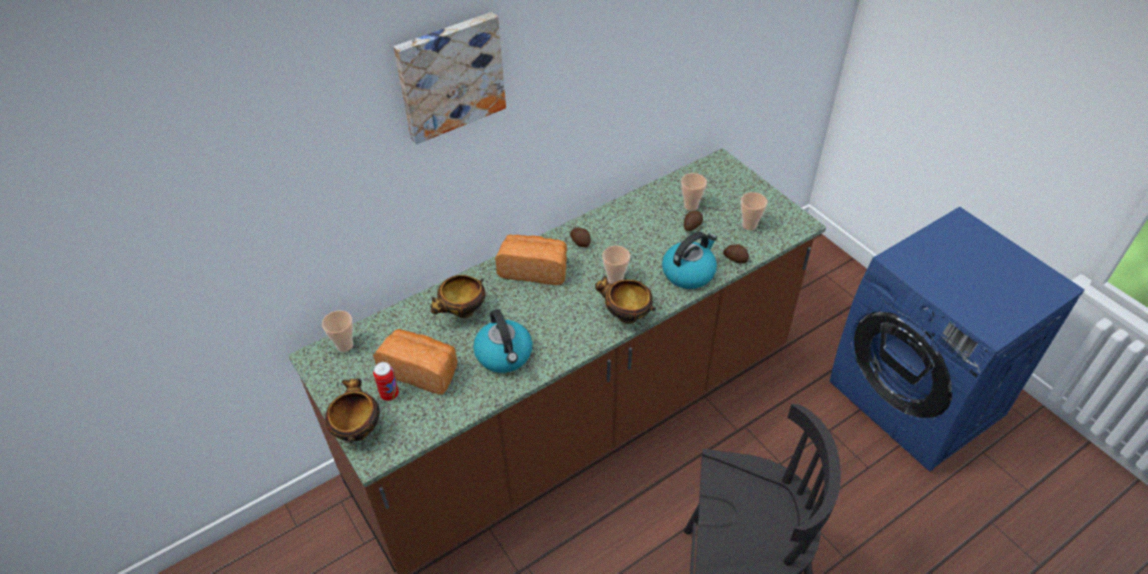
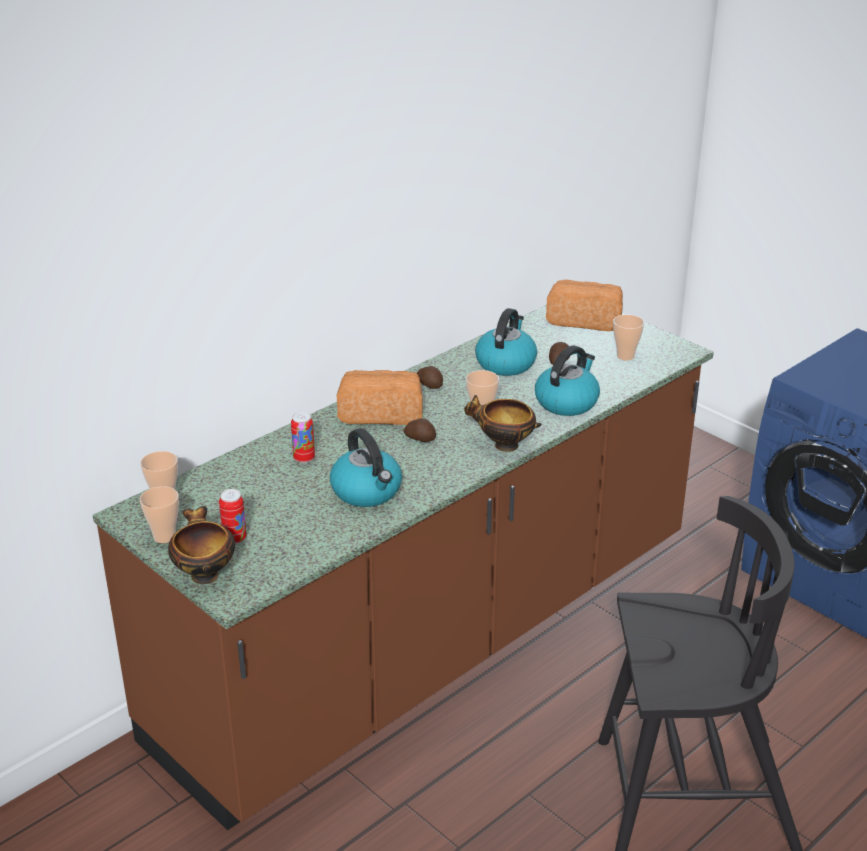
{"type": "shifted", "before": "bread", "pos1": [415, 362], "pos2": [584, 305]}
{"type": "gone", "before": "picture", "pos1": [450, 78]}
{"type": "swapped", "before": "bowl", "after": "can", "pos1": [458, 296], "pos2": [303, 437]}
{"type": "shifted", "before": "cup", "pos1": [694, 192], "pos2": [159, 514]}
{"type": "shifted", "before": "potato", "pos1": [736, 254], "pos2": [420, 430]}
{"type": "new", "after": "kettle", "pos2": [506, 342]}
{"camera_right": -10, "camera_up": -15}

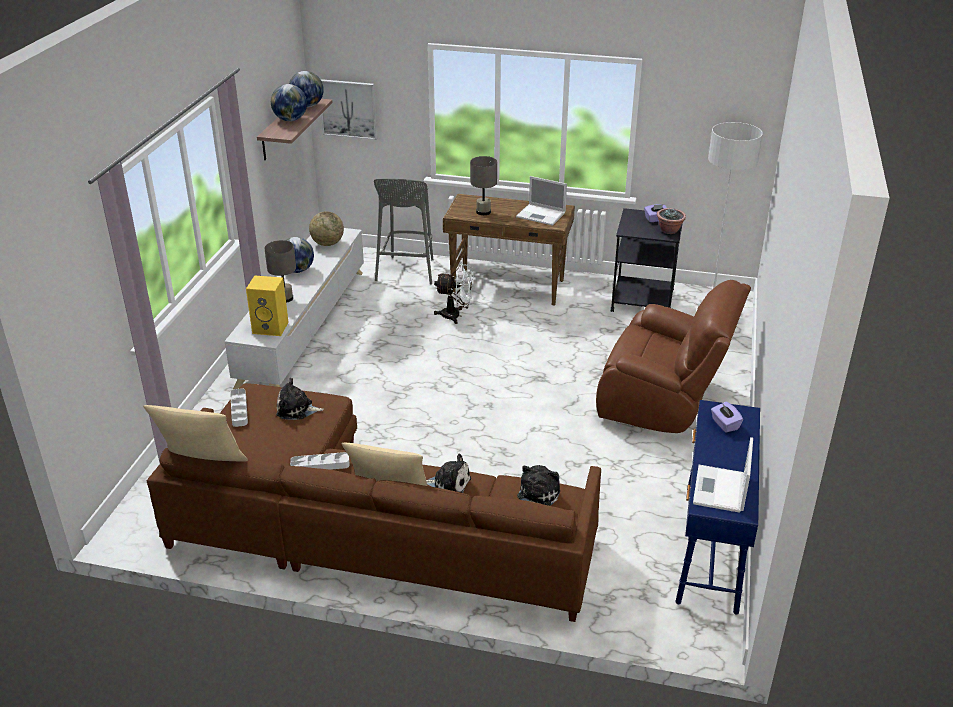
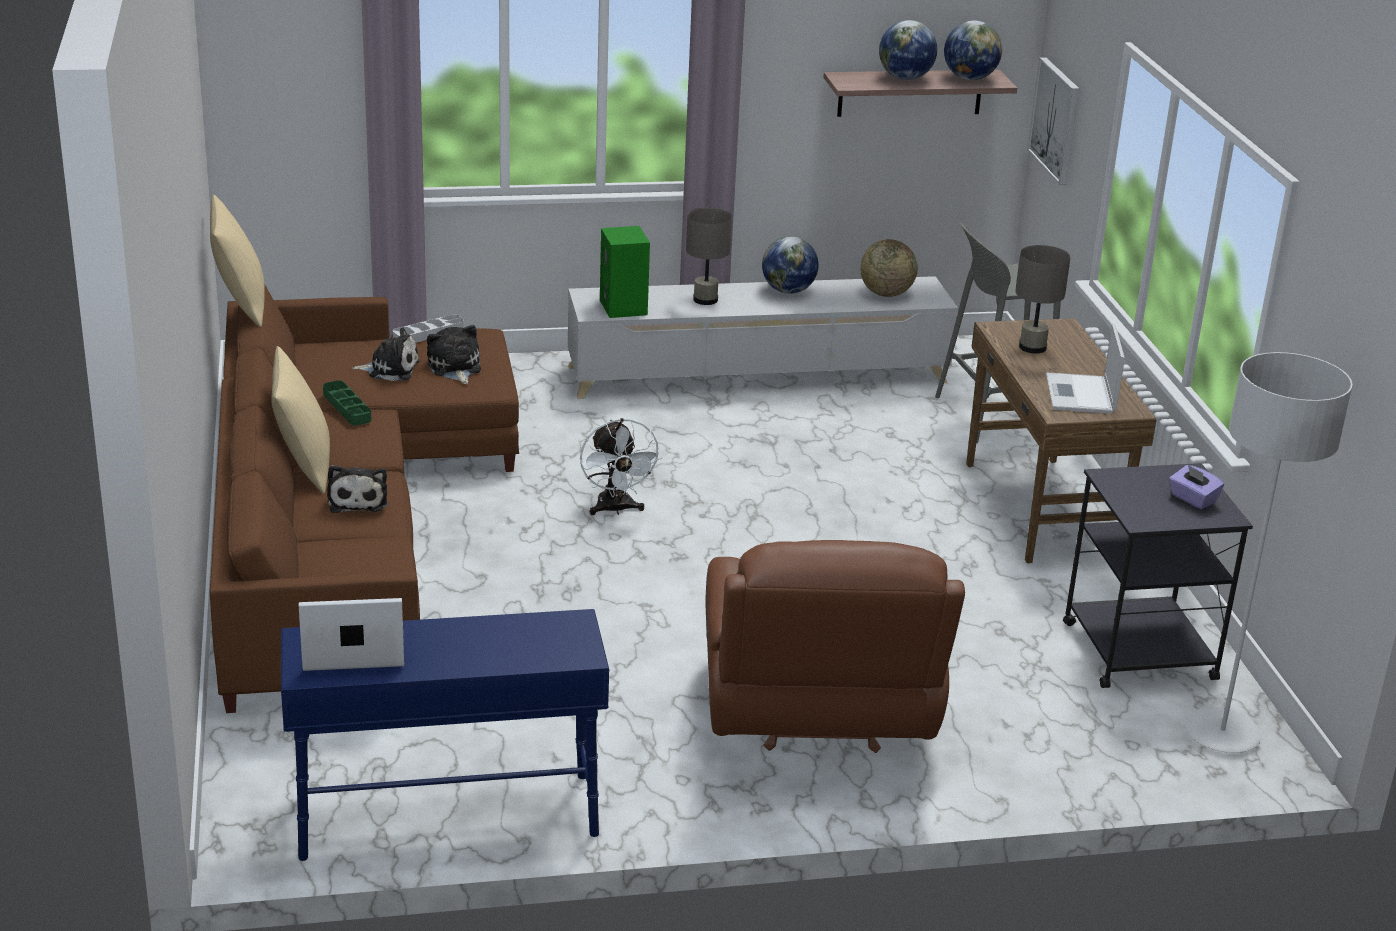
{"type": "repainted", "before": "speaker in yellow", "after": "speaker in green", "pos1": [267, 306], "pos2": [625, 272]}
{"type": "repainted", "before": "tray in grey", "after": "tray in green", "pos1": [320, 461], "pos2": [347, 402]}
{"type": "shifted", "before": "fan in white", "pos1": [454, 293], "pos2": [621, 466]}
{"type": "shifted", "before": "plush toy", "pos1": [538, 485], "pos2": [385, 354]}
{"type": "gone", "before": "potted plant", "pos1": [671, 221]}
{"type": "gone", "before": "tissue box in purple", "pos1": [727, 417]}
{"camera_right": 65, "camera_up": -5}

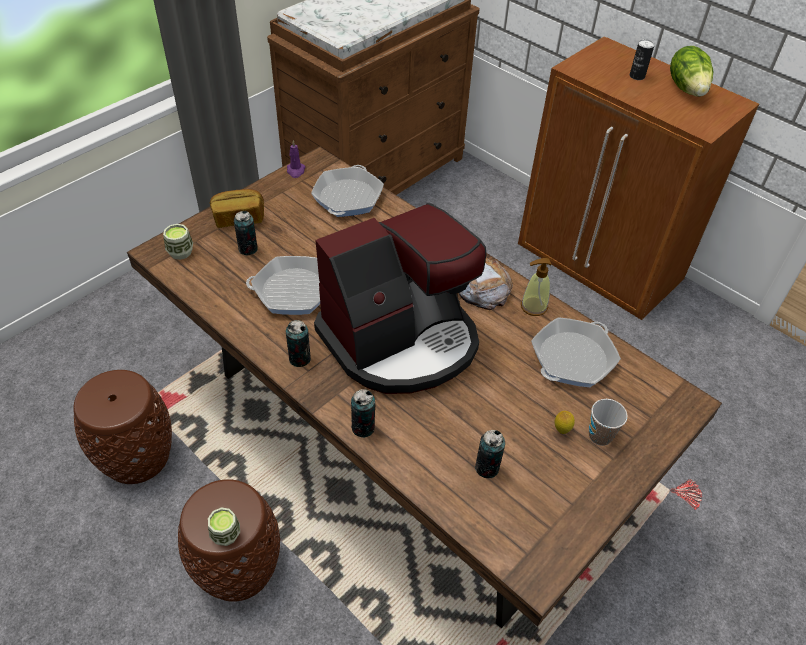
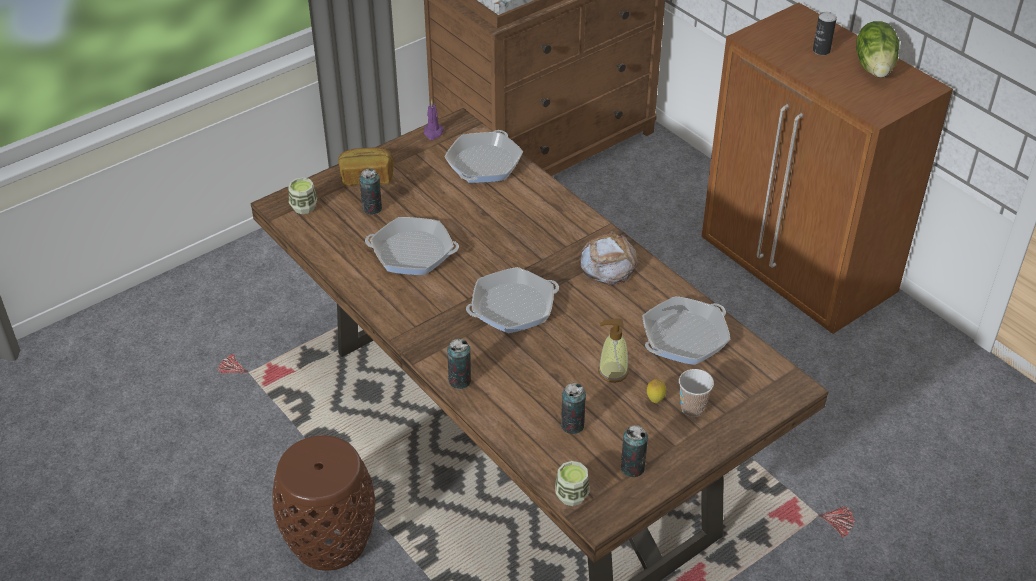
{"type": "gone", "before": "stool in brown", "pos1": [123, 427]}
{"type": "shifted", "before": "cup", "pos1": [224, 527], "pos2": [572, 483]}
{"type": "shifted", "before": "can", "pos1": [298, 343], "pos2": [634, 451]}
{"type": "swapped", "before": "coffee machine", "after": "frying pan", "pos1": [400, 298], "pos2": [512, 300]}
{"type": "shifted", "before": "soap dispenser", "pos1": [536, 287], "pos2": [613, 351]}
{"camera_right": 10, "camera_up": -5}

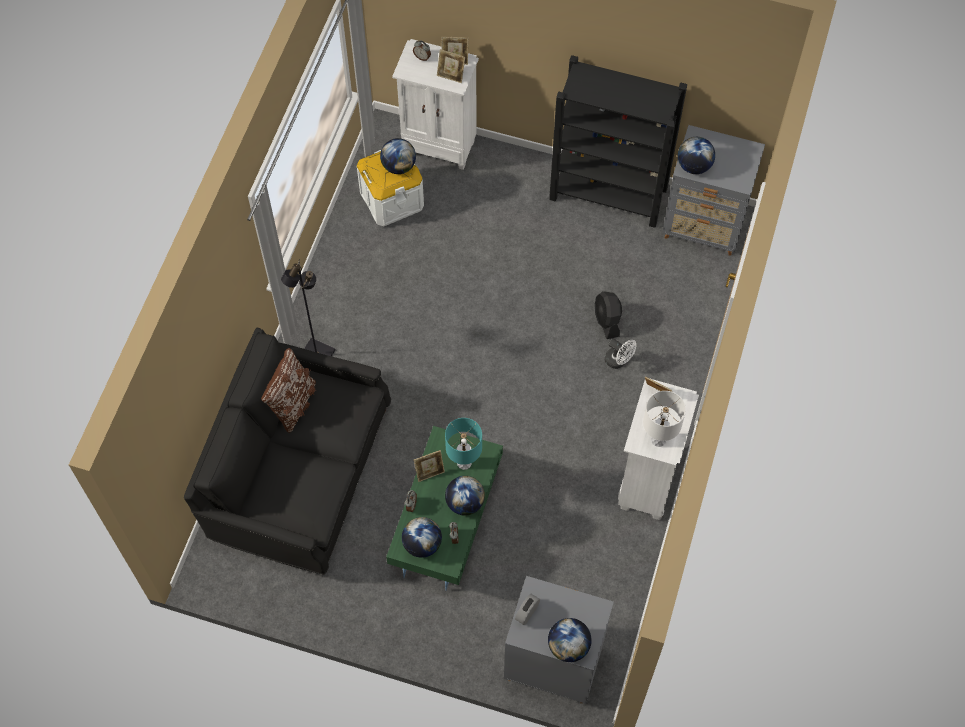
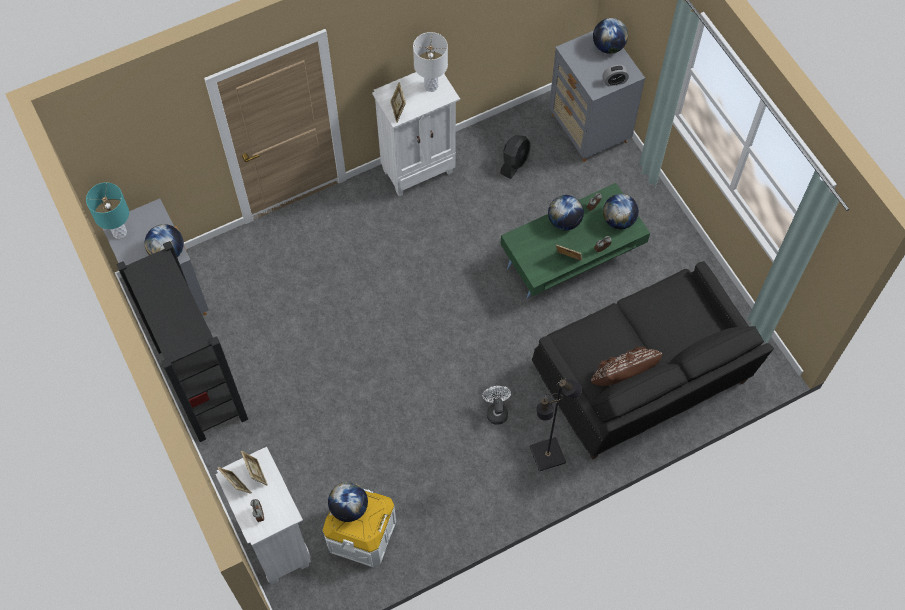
{"type": "shifted", "before": "table lamp in turquoise", "pos1": [463, 444], "pos2": [107, 210]}
{"type": "shifted", "before": "fan in black", "pos1": [608, 315], "pos2": [515, 157]}
{"type": "shifted", "before": "fan in white", "pos1": [620, 354], "pos2": [496, 405]}
{"camera_right": -135, "camera_up": 0}

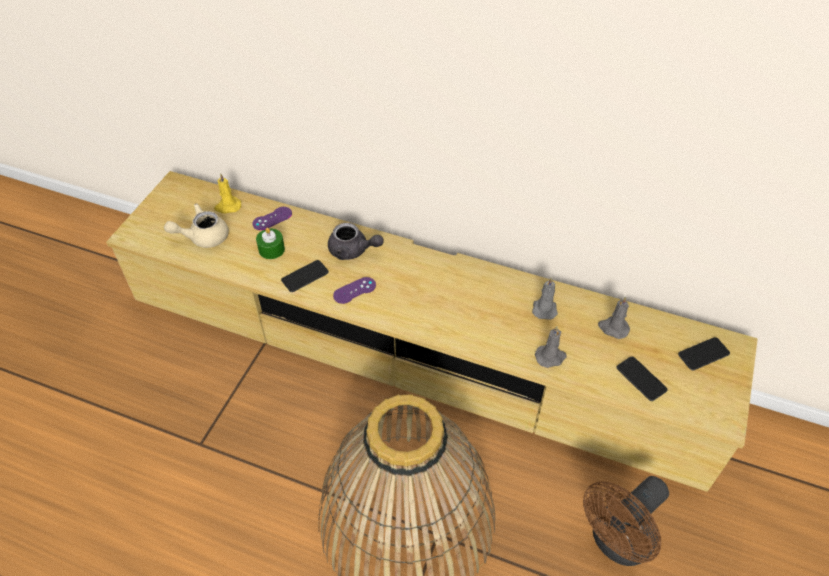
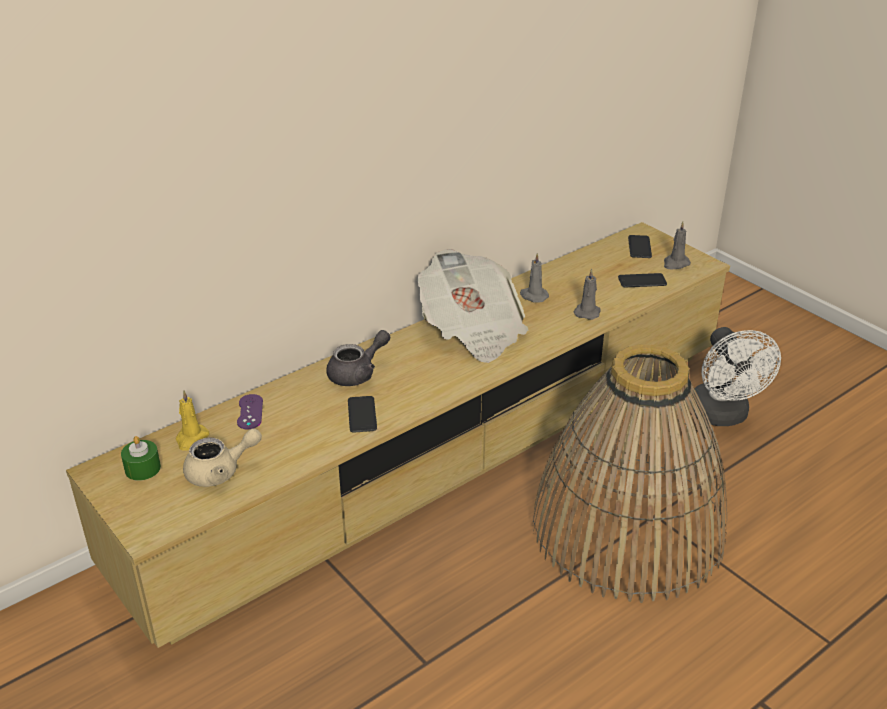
{"type": "rotated", "before": "teapot in beige", "pos1": [196, 225], "pos2": [222, 457], "turn": -120}
{"type": "shifted", "before": "candle in green", "pos1": [270, 243], "pos2": [141, 458]}
{"type": "gone", "before": "game controller in purple", "pos1": [354, 290]}
{"type": "repainted", "before": "fan in brown", "after": "fan in white", "pos1": [626, 521], "pos2": [737, 376]}
{"type": "shifted", "before": "candle in grey", "pos1": [614, 317], "pos2": [677, 245]}
{"type": "new", "after": "newspaper", "pos2": [472, 306]}
{"camera_right": -60, "camera_up": -15}

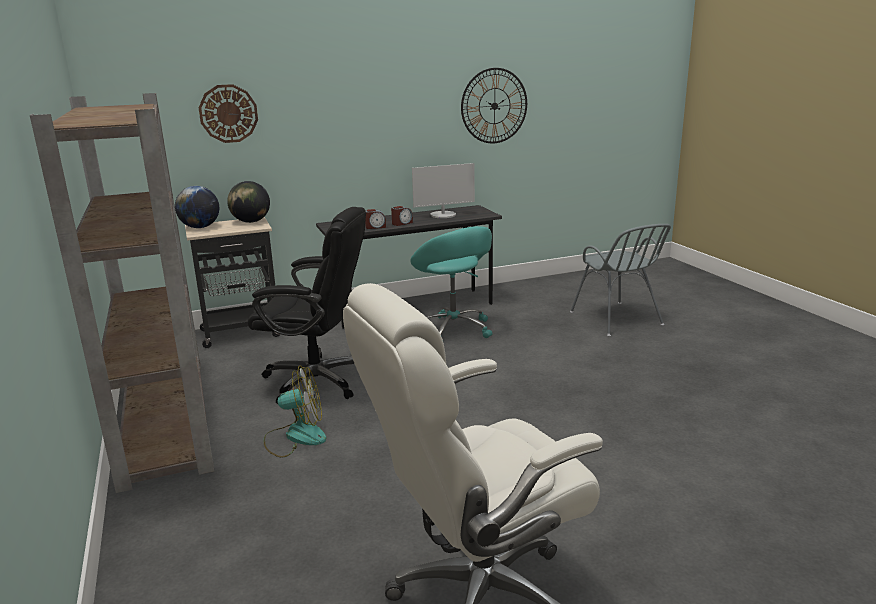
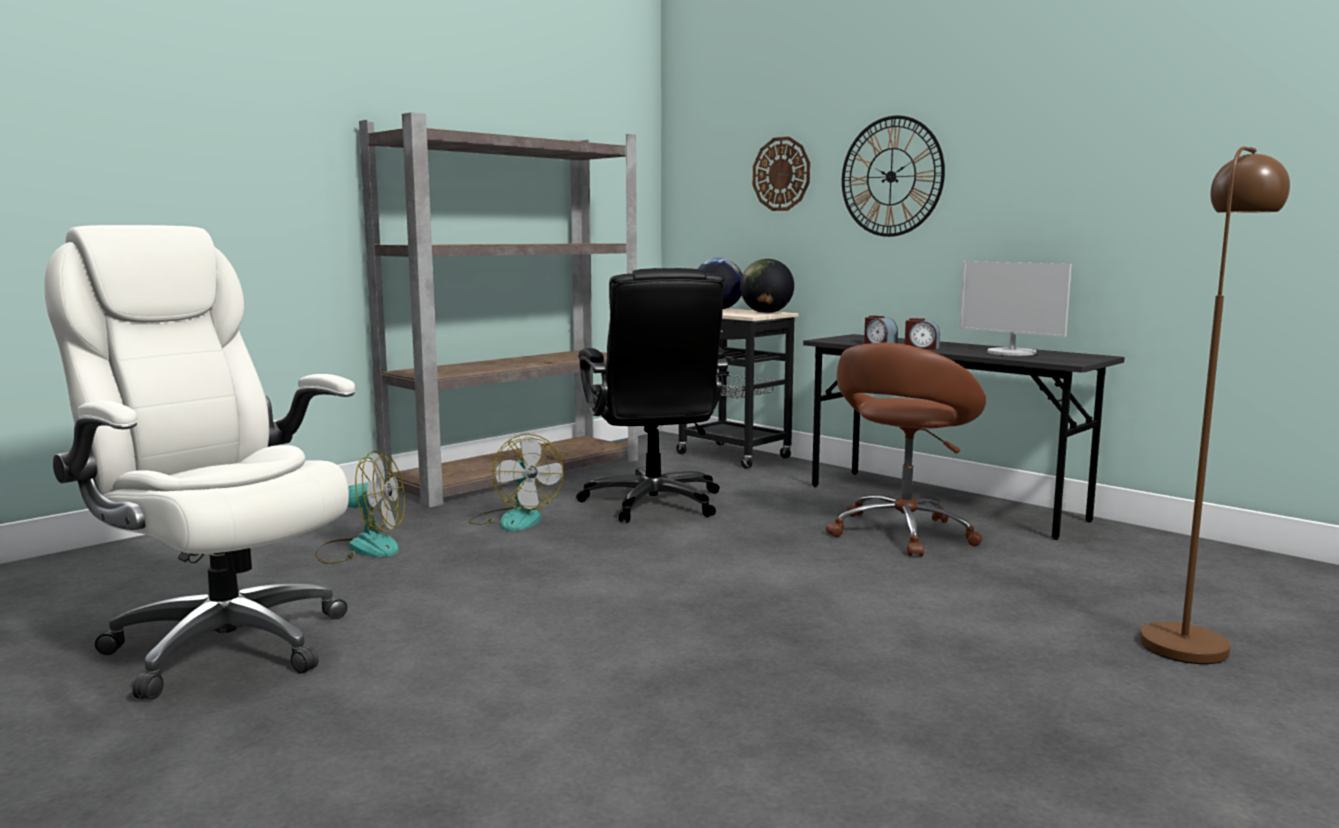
{"type": "repainted", "before": "office chair in turquoise", "after": "office chair in brown", "pos1": [451, 282], "pos2": [906, 449]}
{"type": "shifted", "before": "wall clock", "pos1": [494, 106], "pos2": [893, 176]}
{"type": "swapped", "before": "chair in grey", "after": "floor lamp in brown", "pos1": [620, 280], "pos2": [1215, 405]}
{"type": "new", "after": "fan", "pos2": [360, 507]}
{"camera_right": 65, "camera_up": -10}

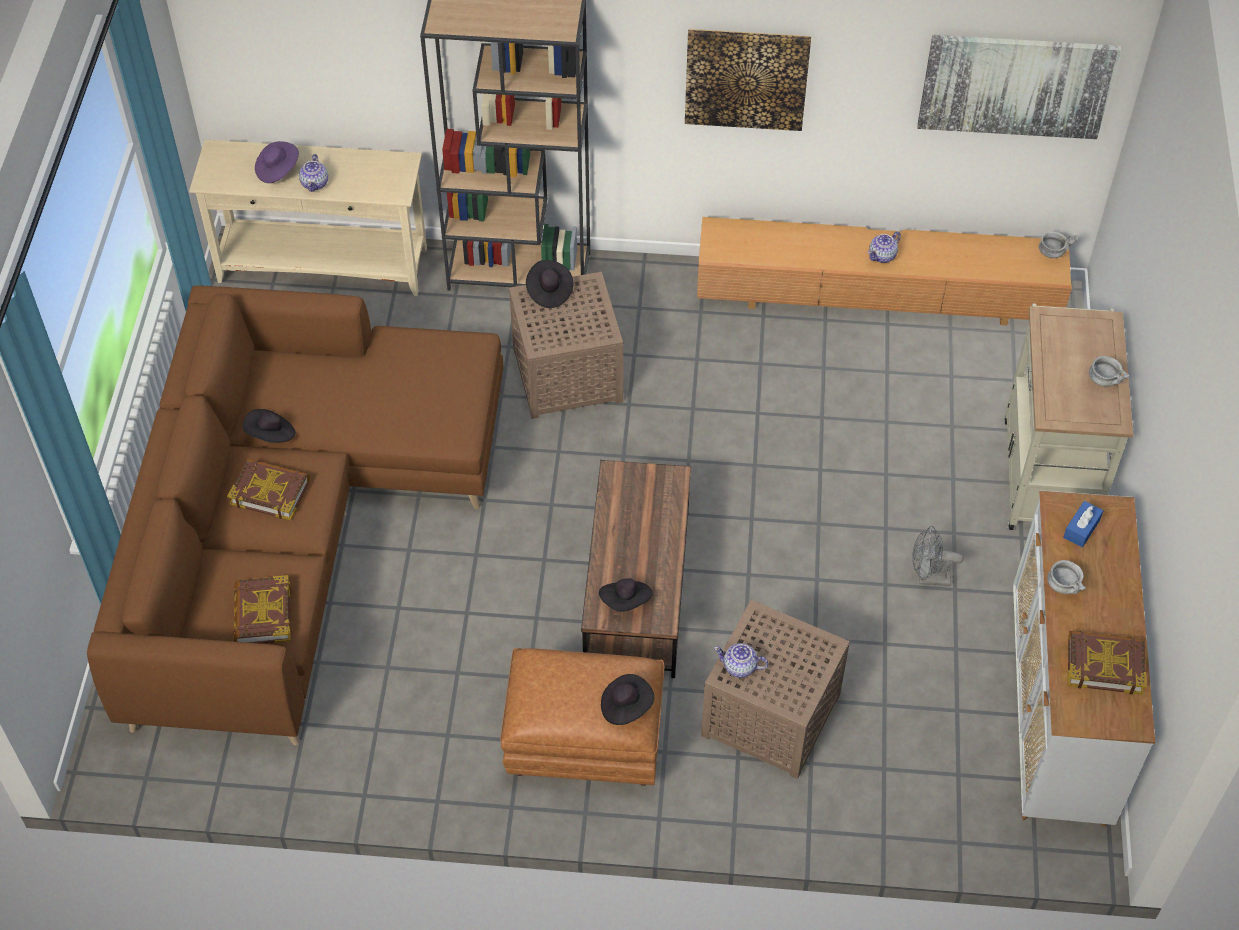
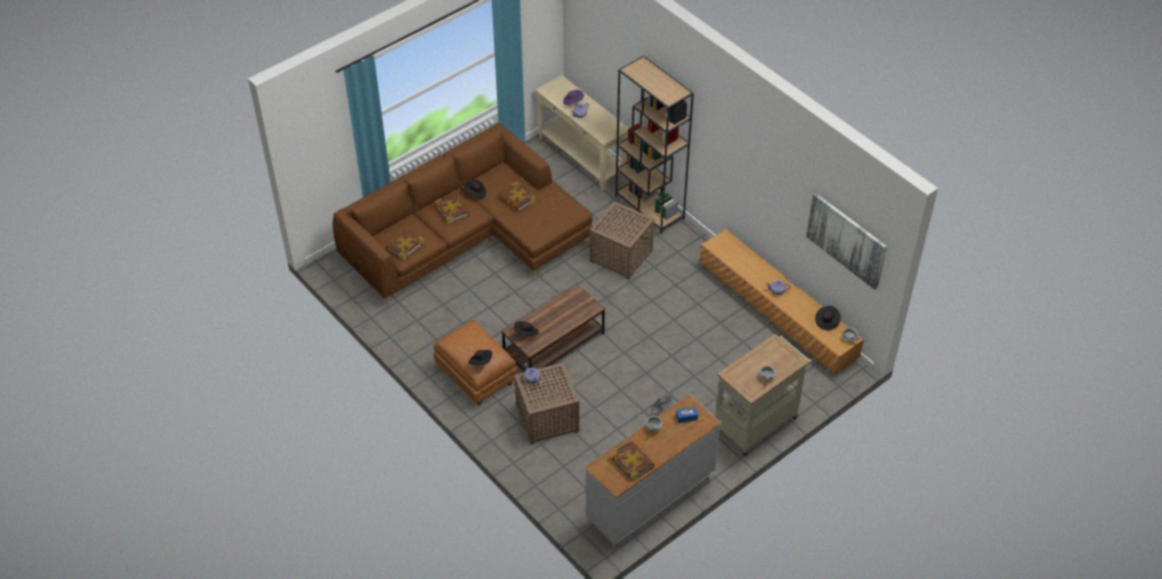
{"type": "shifted", "before": "hat in black", "pos1": [549, 284], "pos2": [828, 318]}
{"type": "gone", "before": "picture", "pos1": [748, 80]}
{"type": "new", "after": "book", "pos2": [517, 196]}
{"camera_right": 45, "camera_up": -5}

